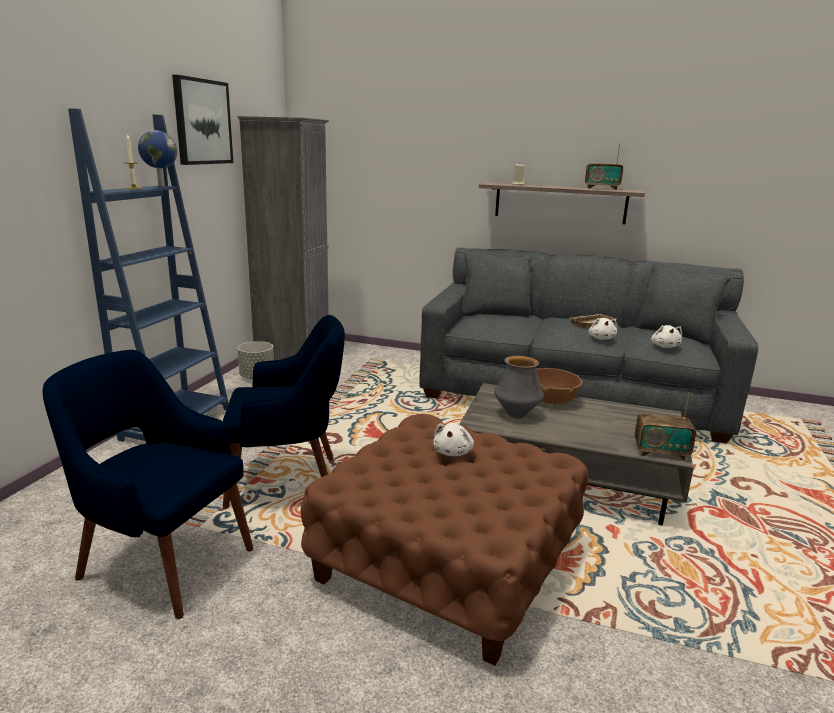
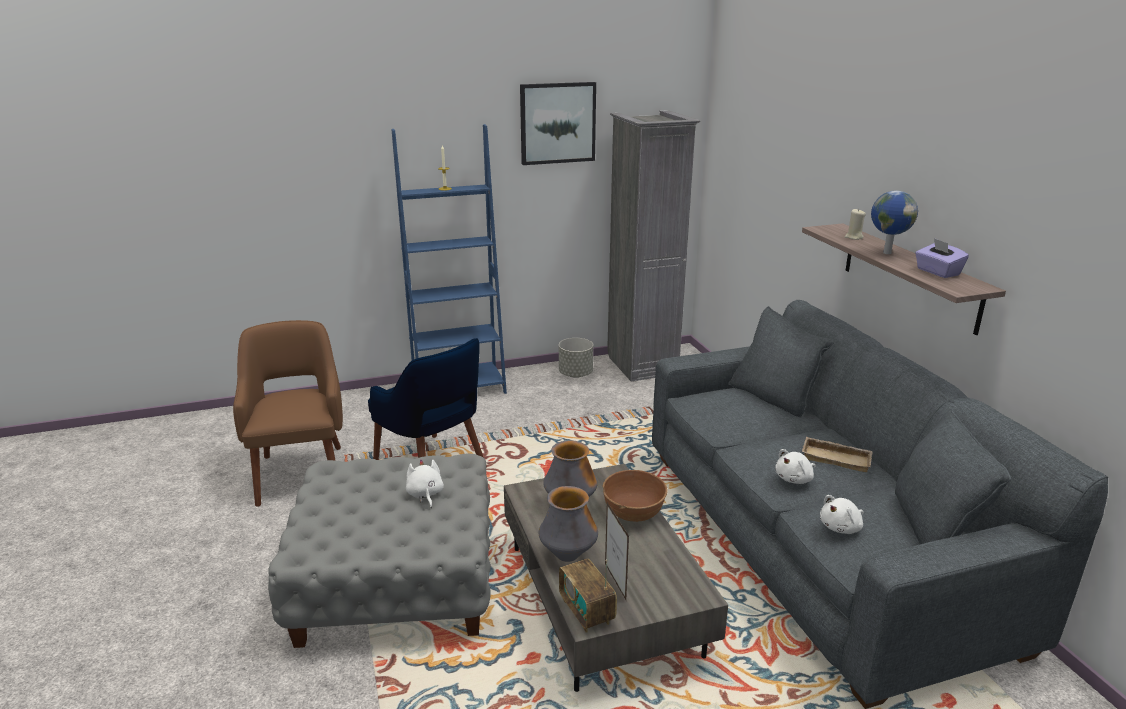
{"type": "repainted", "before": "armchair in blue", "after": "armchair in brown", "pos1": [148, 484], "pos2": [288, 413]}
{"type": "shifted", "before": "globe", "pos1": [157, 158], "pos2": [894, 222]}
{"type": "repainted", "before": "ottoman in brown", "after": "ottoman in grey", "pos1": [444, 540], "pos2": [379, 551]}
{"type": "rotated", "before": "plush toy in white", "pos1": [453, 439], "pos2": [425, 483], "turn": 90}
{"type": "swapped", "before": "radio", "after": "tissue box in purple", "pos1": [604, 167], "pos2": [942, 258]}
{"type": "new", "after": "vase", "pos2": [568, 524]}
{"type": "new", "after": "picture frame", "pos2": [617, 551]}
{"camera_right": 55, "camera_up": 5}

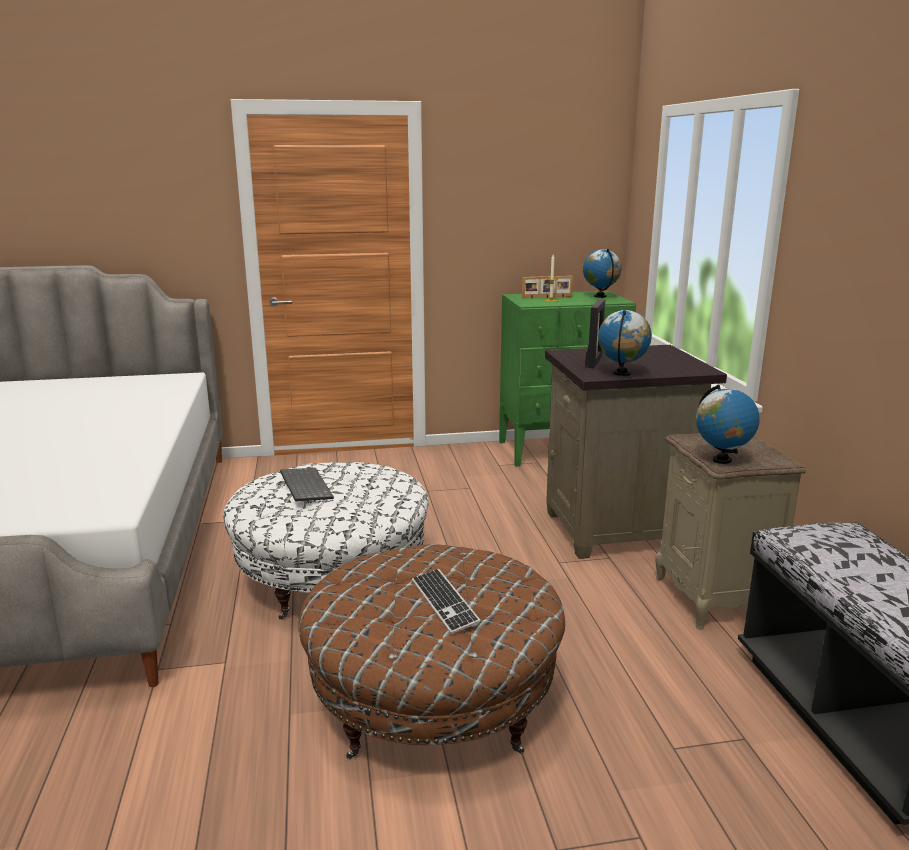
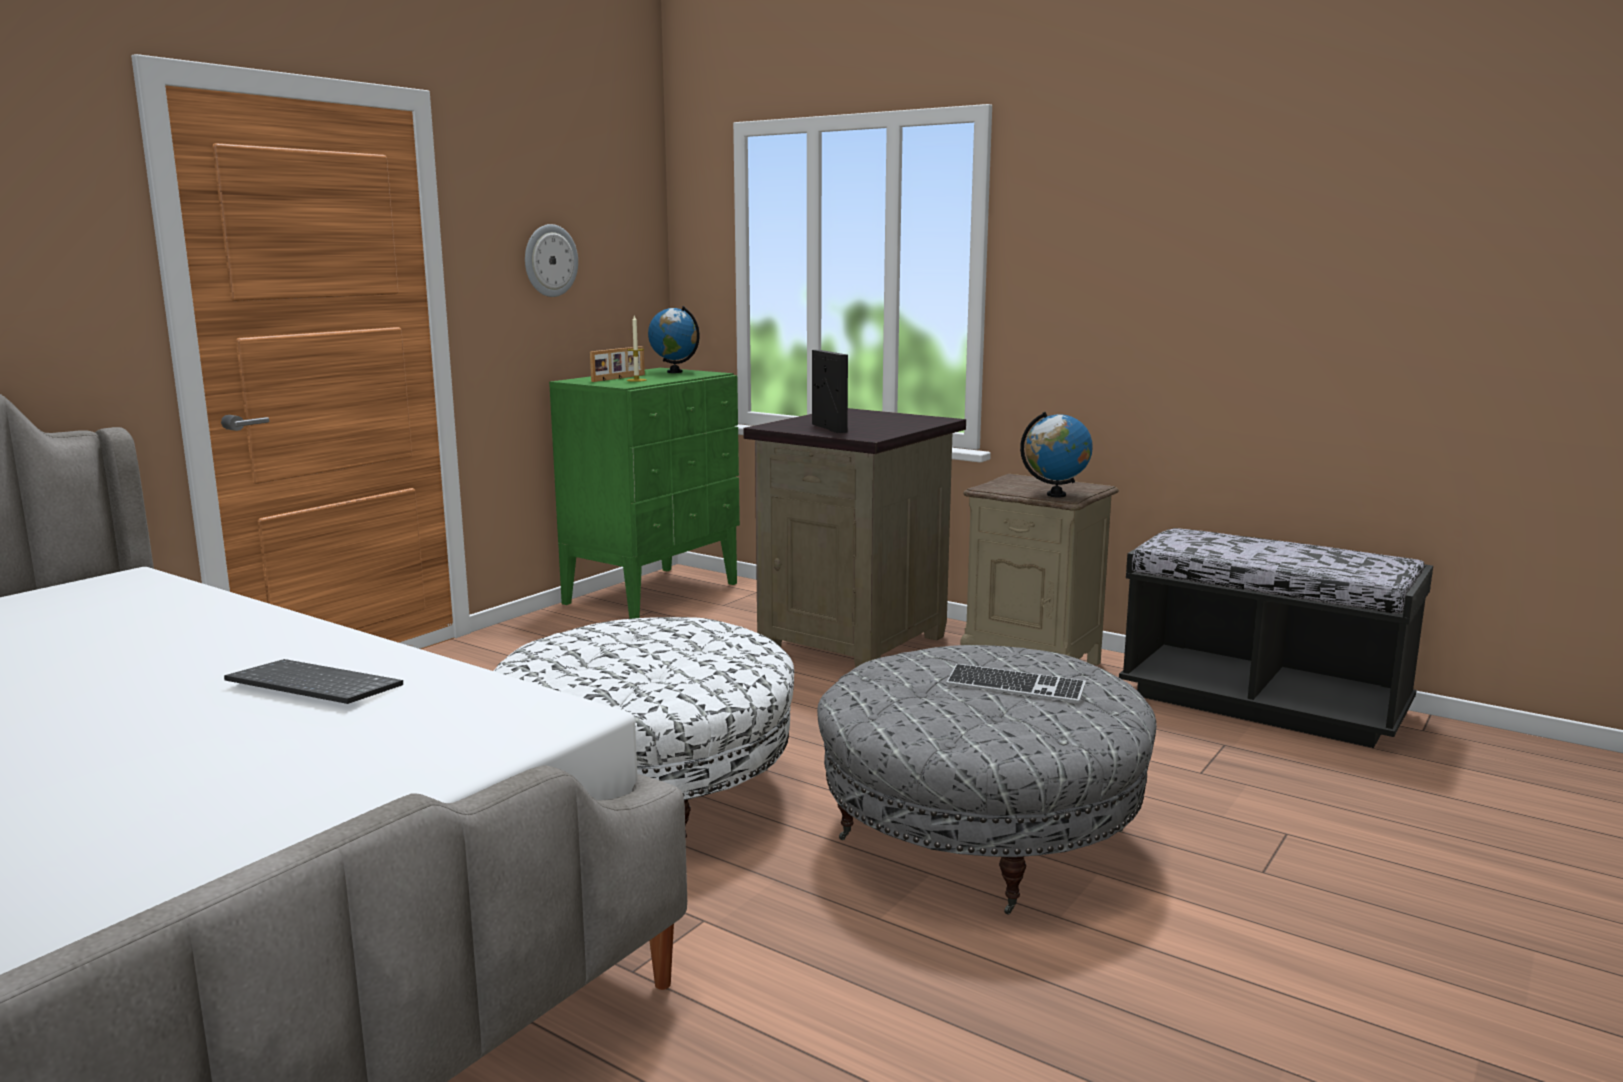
{"type": "shifted", "before": "keyboard", "pos1": [307, 484], "pos2": [313, 681]}
{"type": "repainted", "before": "ottoman in brown", "after": "ottoman in grey", "pos1": [432, 651], "pos2": [987, 780]}
{"type": "gone", "before": "globe", "pos1": [625, 343]}
{"type": "new", "after": "wall clock", "pos2": [551, 260]}
{"camera_right": -45, "camera_up": -5}

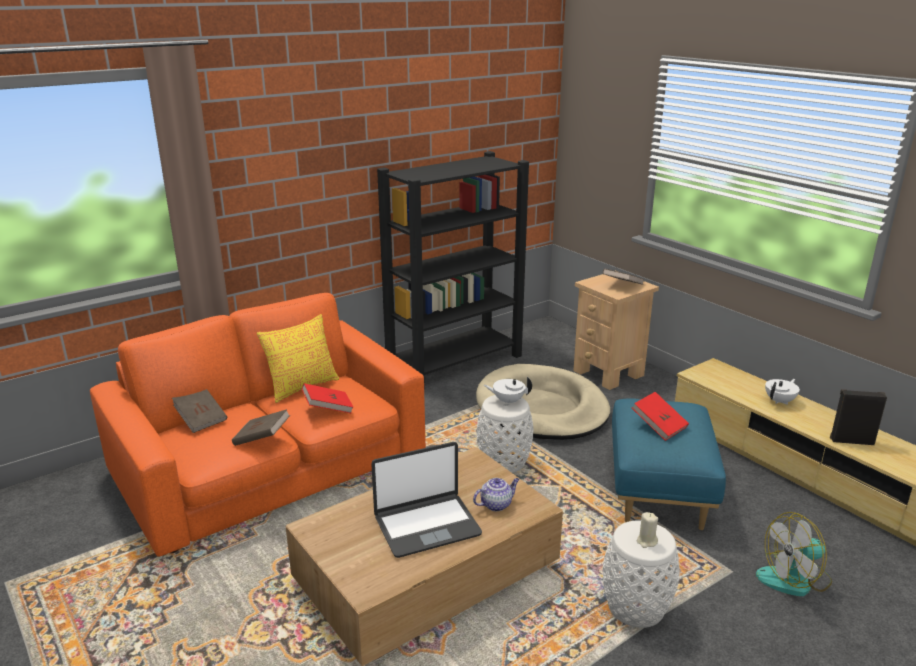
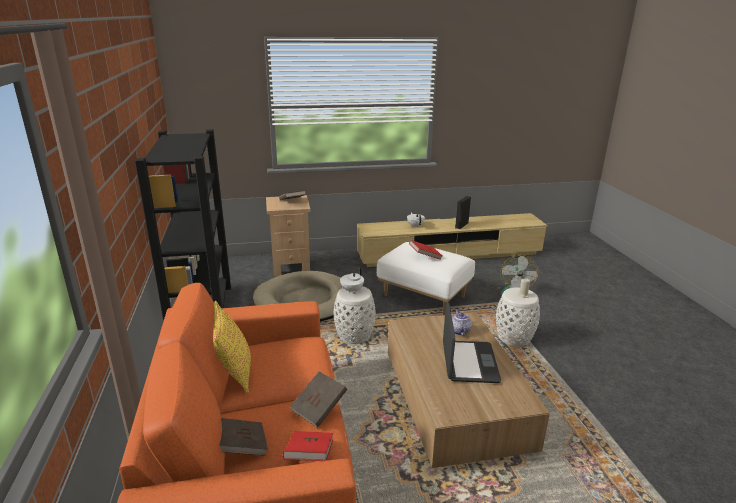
{"type": "shifted", "before": "book in red", "pos1": [328, 398], "pos2": [308, 446]}
{"type": "repainted", "before": "ottoman in blue", "after": "ottoman in white", "pos1": [669, 464], "pos2": [426, 278]}
{"camera_right": -65, "camera_up": 0}

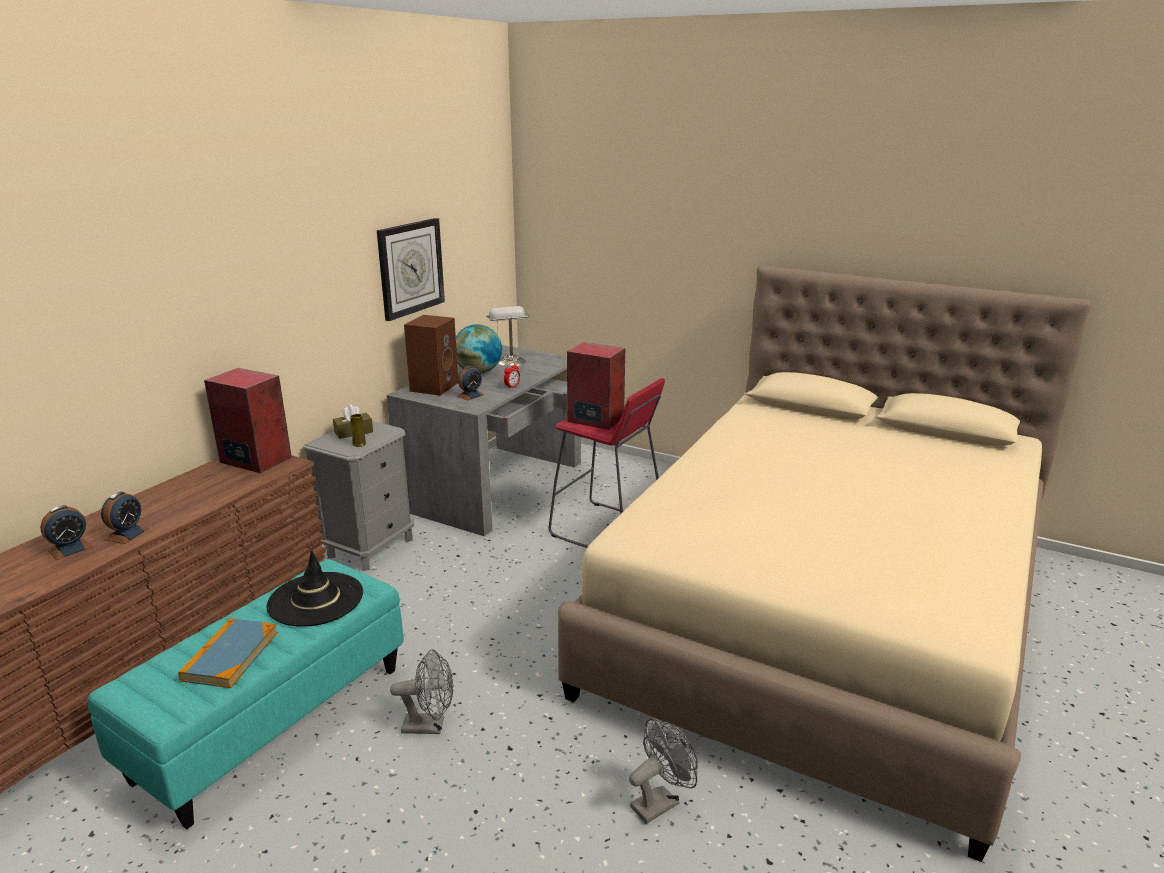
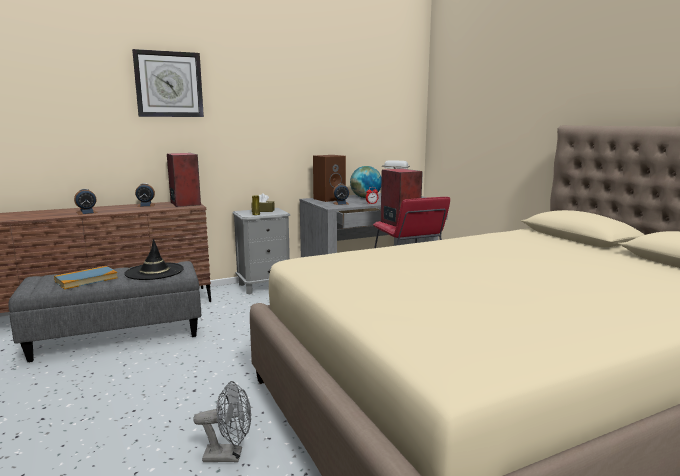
{"type": "shifted", "before": "alarm clock", "pos1": [66, 532], "pos2": [145, 195]}
{"type": "repainted", "before": "ottoman in turquoise", "after": "ottoman in grey", "pos1": [246, 694], "pos2": [105, 311]}
{"type": "shifted", "before": "wall clock", "pos1": [411, 269], "pos2": [168, 83]}
{"type": "gone", "before": "fan in grey", "pos1": [421, 691]}
{"camera_right": 35, "camera_up": -10}

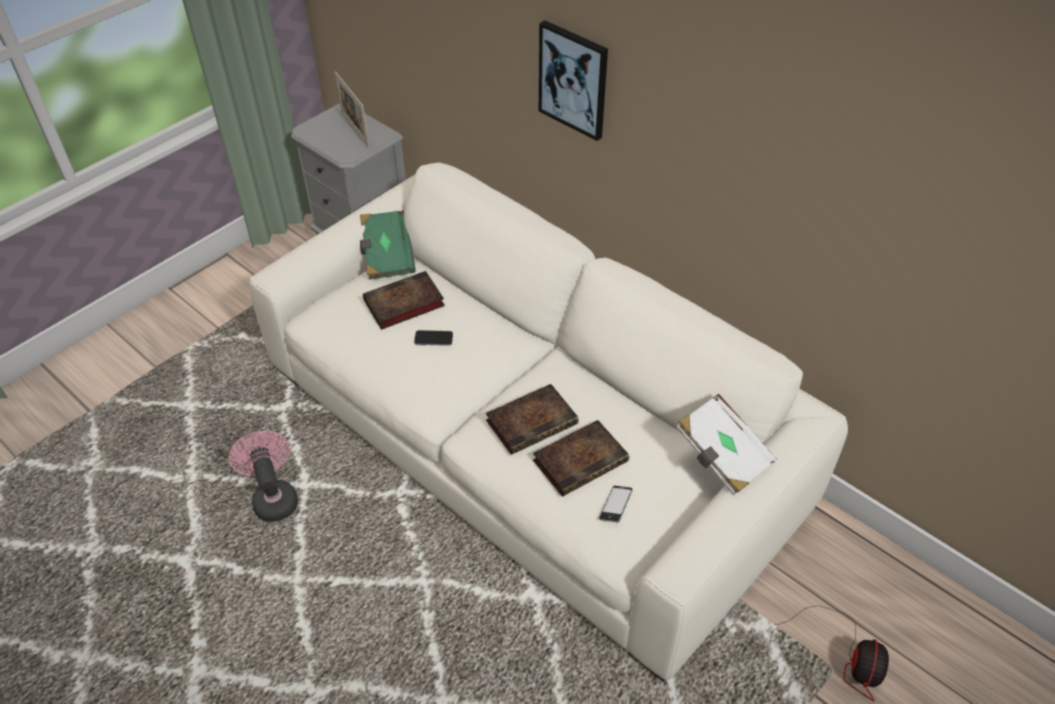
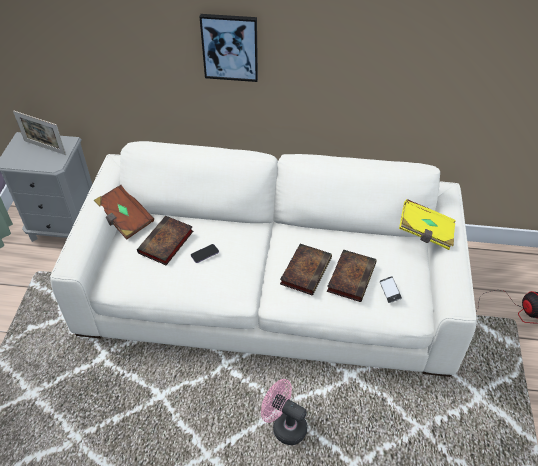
{"type": "shifted", "before": "fan in pink", "pos1": [263, 476], "pos2": [284, 412]}
{"type": "repainted", "before": "book in green", "after": "book in brown", "pos1": [388, 244], "pos2": [124, 212]}
{"type": "repainted", "before": "book in white", "after": "book in yellow", "pos1": [726, 444], "pos2": [427, 224]}
{"camera_right": -35, "camera_up": 0}

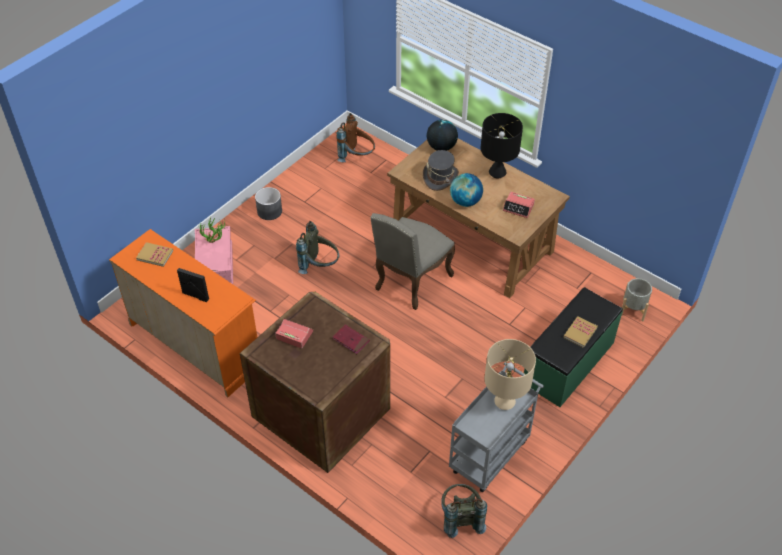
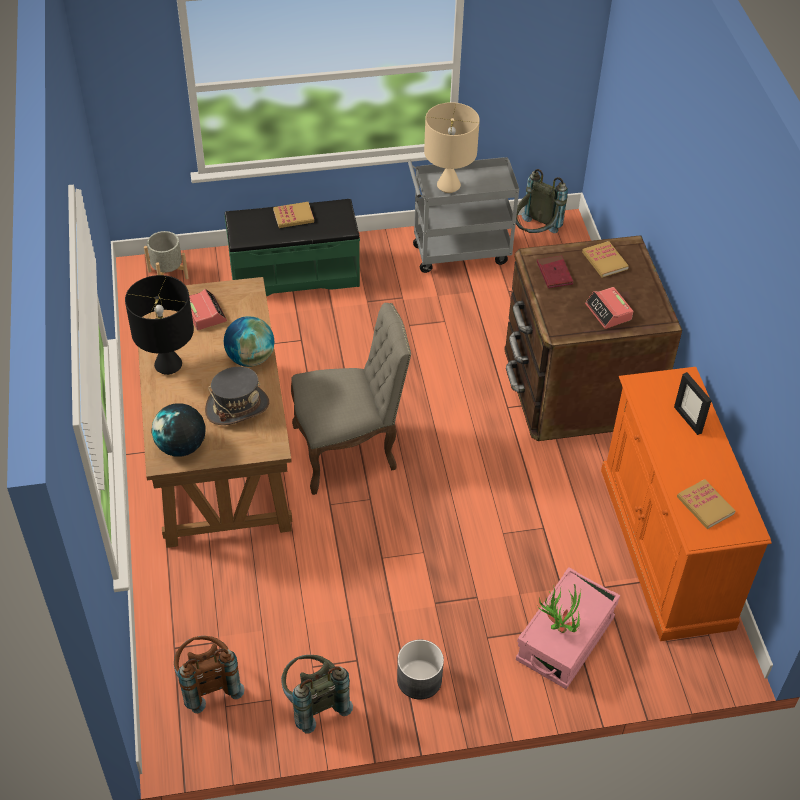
{"type": "shifted", "before": "backpack in grey", "pos1": [317, 247], "pos2": [317, 694]}
{"type": "new", "after": "book", "pos2": [605, 259]}
{"camera_right": -140, "camera_up": 0}

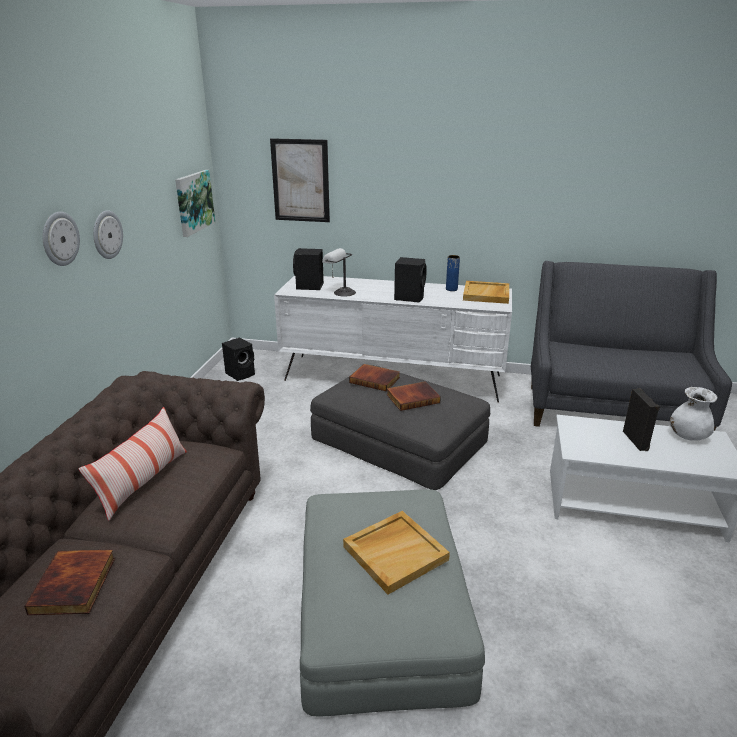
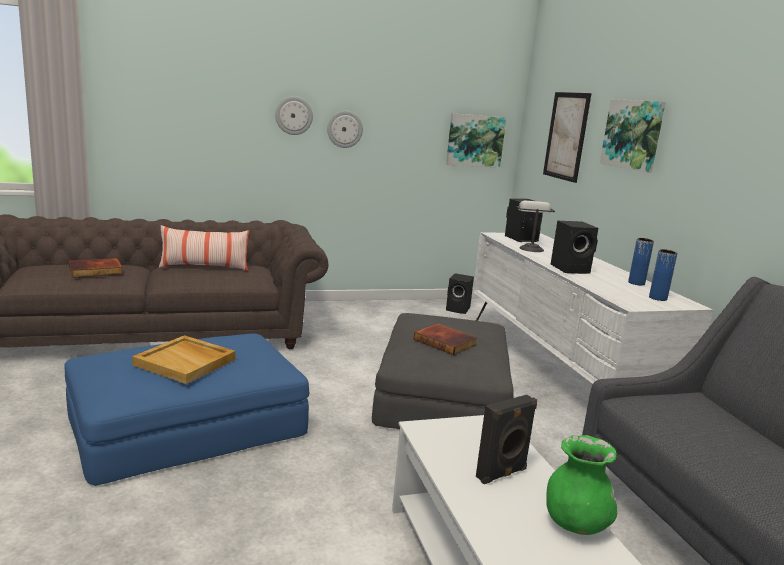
{"type": "repainted", "before": "ottoman in grey", "after": "ottoman in blue", "pos1": [392, 603], "pos2": [186, 409]}
{"type": "gone", "before": "book", "pos1": [374, 377]}
{"type": "swapped", "before": "tray in beige", "after": "vase in blue", "pos1": [486, 292], "pos2": [663, 275]}
{"type": "repainted", "before": "vase in white", "after": "vase in green", "pos1": [693, 414], "pos2": [581, 485]}
{"type": "new", "after": "picture", "pos2": [633, 136]}
{"camera_right": 60, "camera_up": -10}

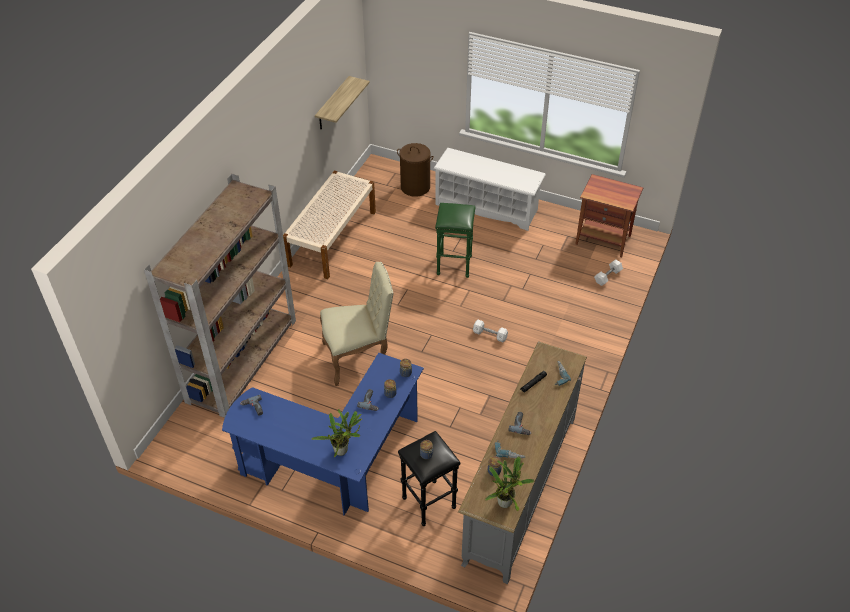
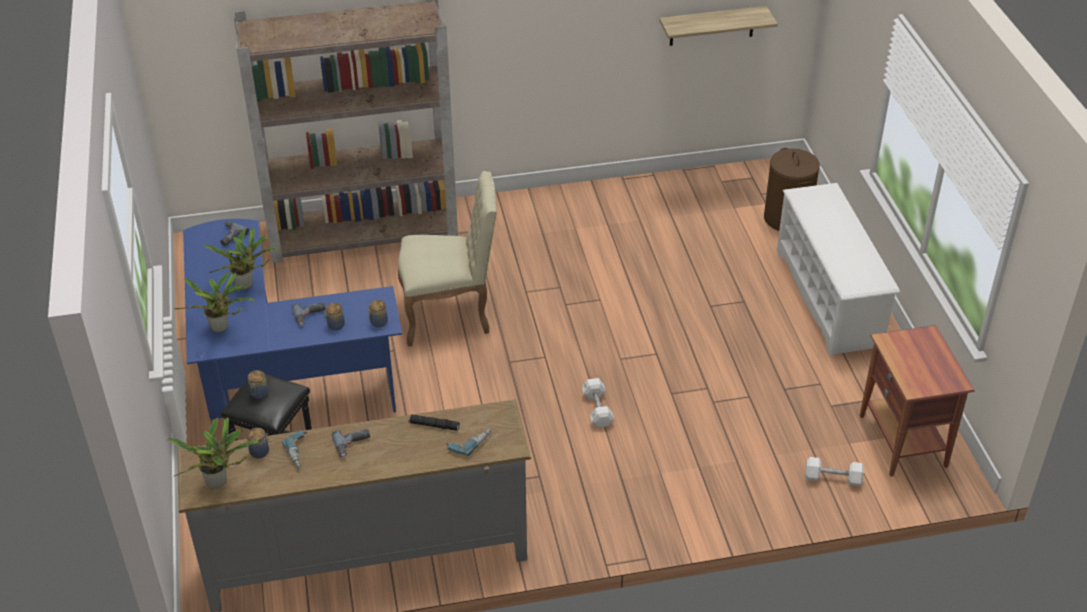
{"type": "gone", "before": "bench in beige", "pos1": [329, 225]}
{"type": "rotated", "before": "chair in beige", "pos1": [356, 324], "pos2": [447, 258], "turn": -45}
{"type": "gone", "before": "stool in green", "pos1": [455, 240]}
{"type": "new", "after": "potted plant", "pos2": [242, 258]}
{"camera_right": 55, "camera_up": -5}

